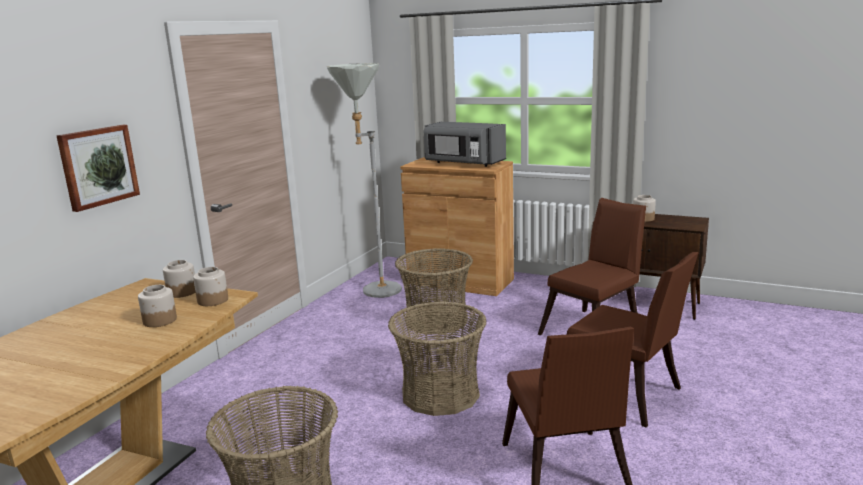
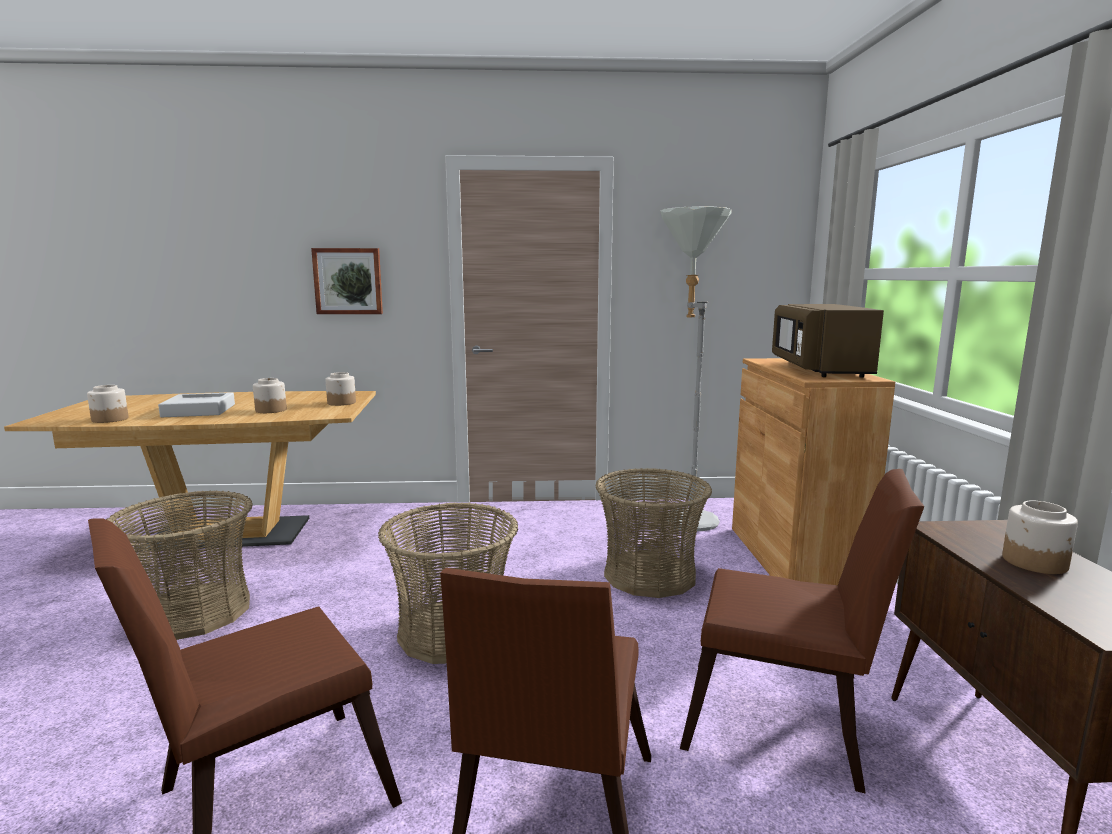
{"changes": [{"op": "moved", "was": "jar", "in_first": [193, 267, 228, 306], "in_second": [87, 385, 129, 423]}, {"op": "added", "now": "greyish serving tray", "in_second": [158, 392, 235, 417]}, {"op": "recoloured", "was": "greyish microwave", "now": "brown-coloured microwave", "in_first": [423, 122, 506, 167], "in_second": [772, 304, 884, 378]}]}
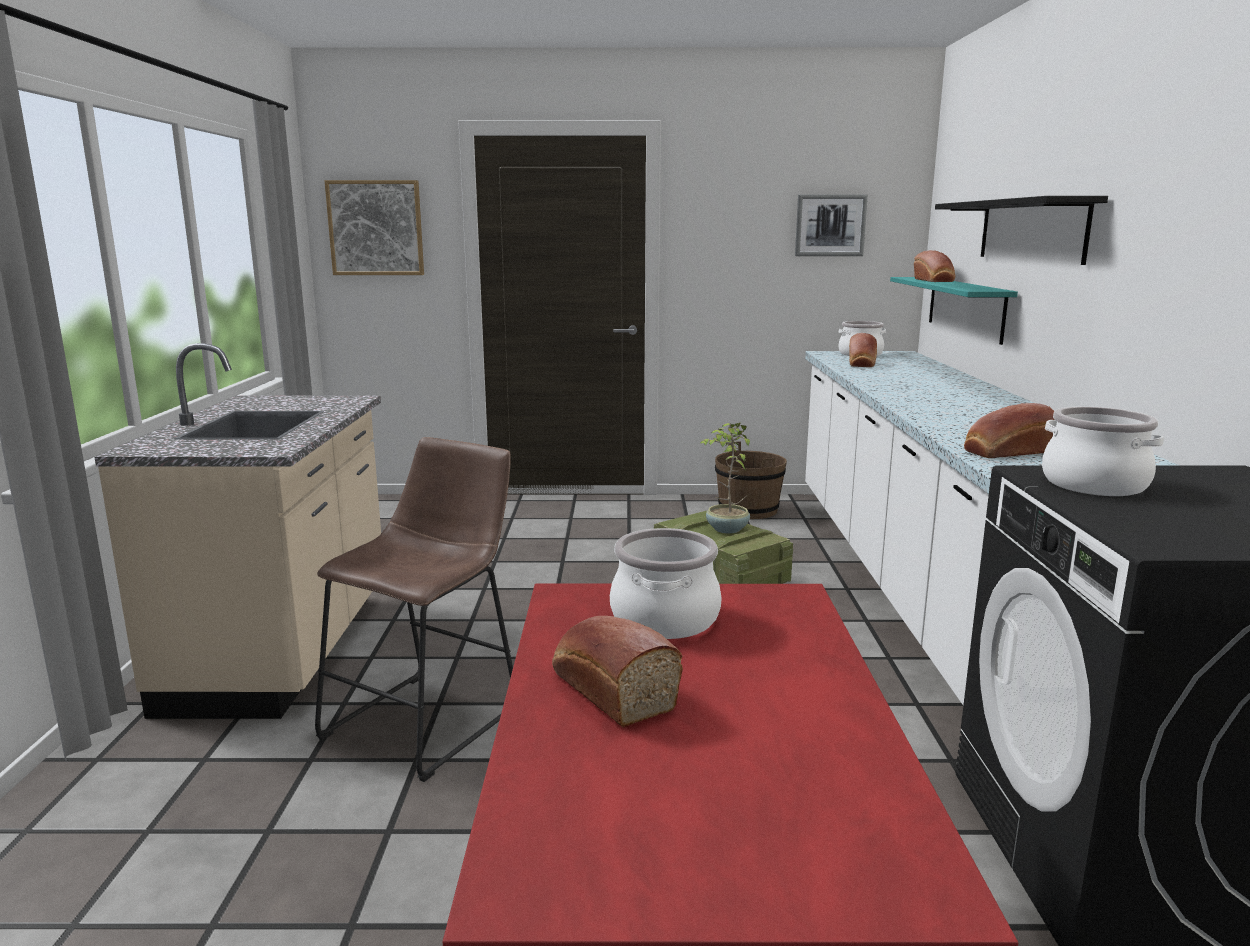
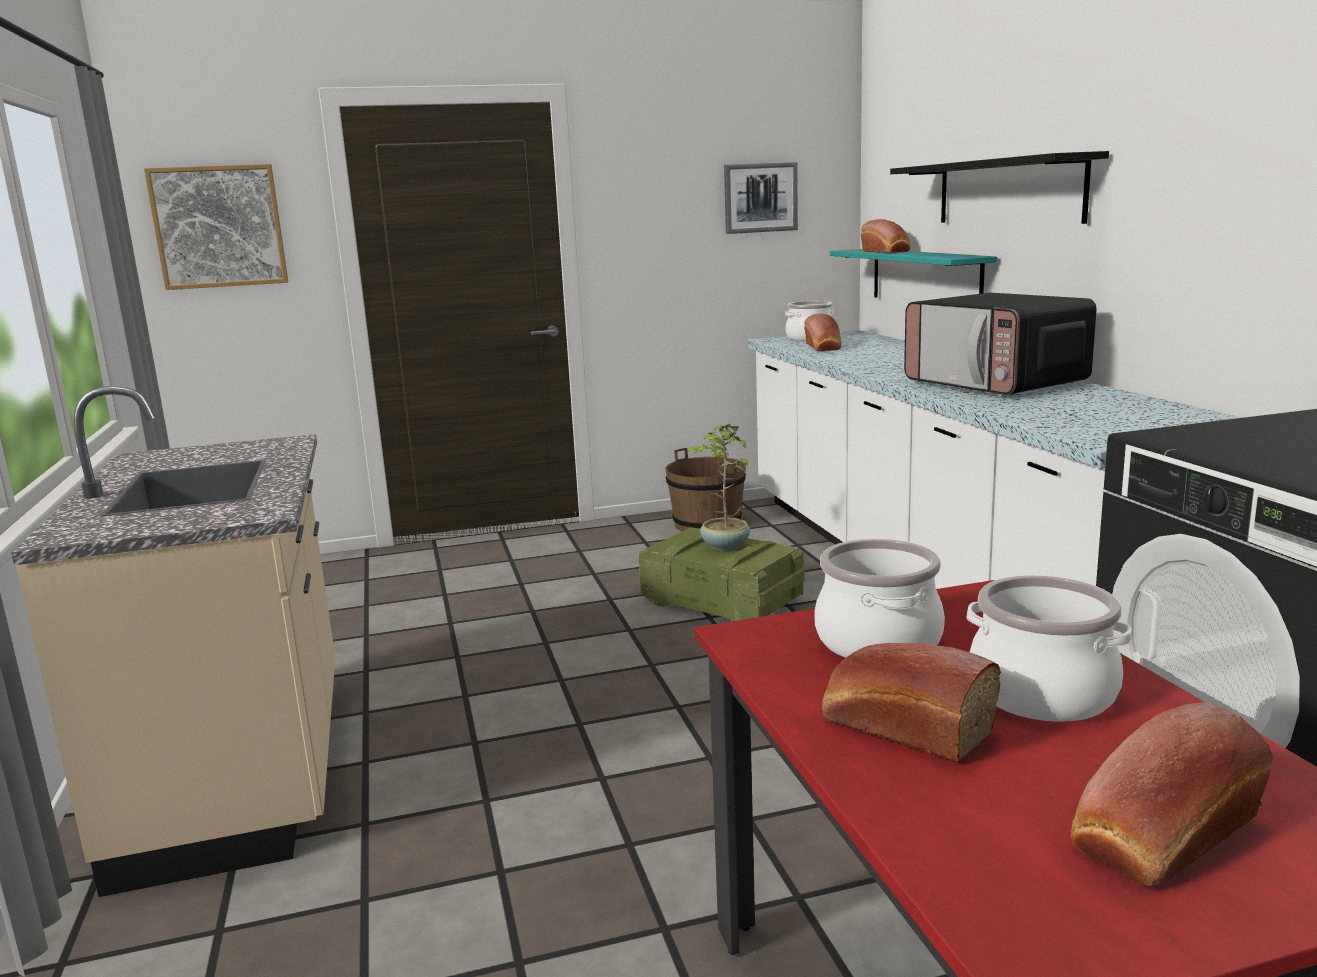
{"changes": [{"op": "added", "now": "microwave", "in_second": [904, 293, 1096, 395]}, {"op": "moved", "was": "stockpot", "in_first": [1042, 406, 1164, 496], "in_second": [966, 575, 1132, 722]}, {"op": "moved", "was": "bread", "in_first": [964, 403, 1054, 458], "in_second": [1071, 703, 1273, 887]}, {"op": "removed", "was": "brown-coloured sitting stool", "in_first": [315, 437, 513, 782]}]}
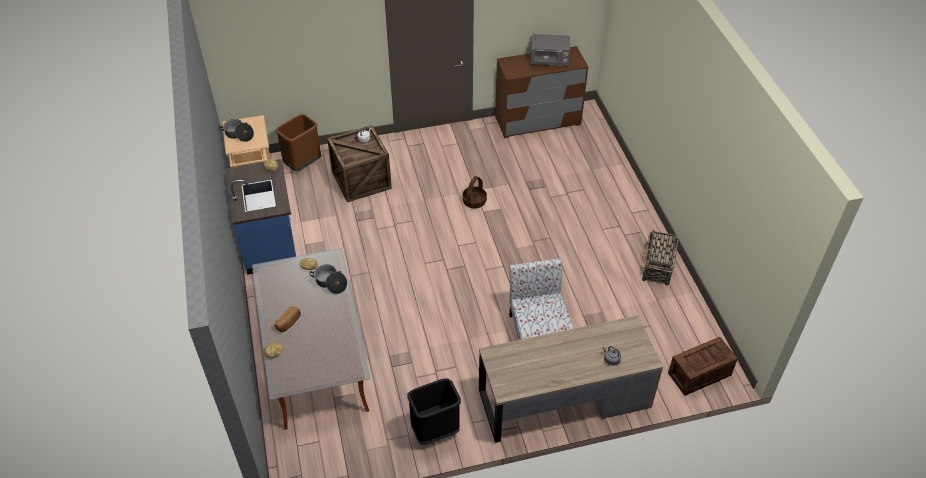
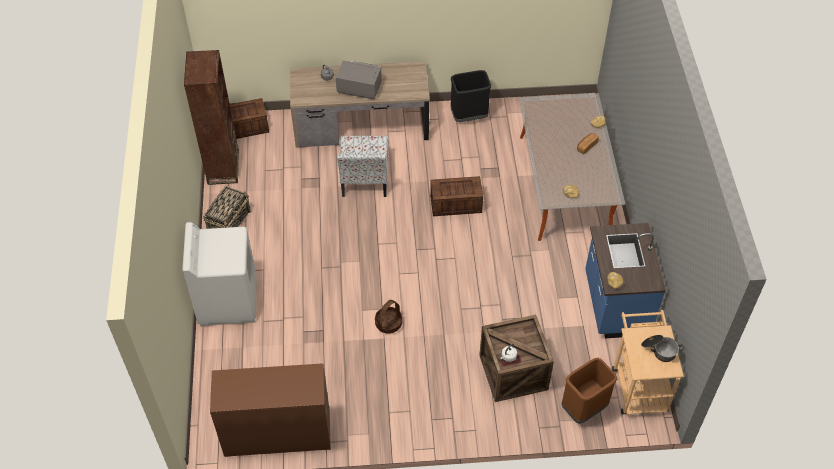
{"changes": [{"op": "added", "now": "white-coloured laundry appliance", "in_second": [182, 222, 257, 326]}, {"op": "added", "now": "brown-coloured shelving unit", "in_second": [184, 50, 239, 185]}, {"op": "moved", "was": "greyish microwave", "in_first": [531, 34, 570, 66], "in_second": [336, 60, 382, 99]}, {"op": "added", "now": "crate", "in_second": [430, 176, 483, 216]}, {"op": "removed", "was": "stockpot", "in_first": [309, 264, 347, 294]}]}
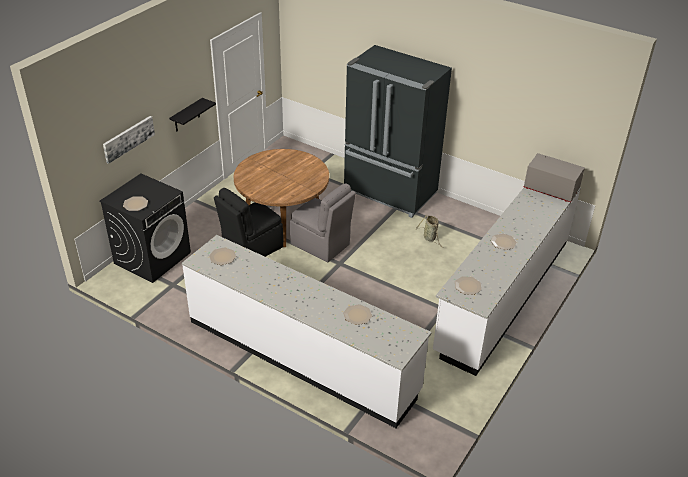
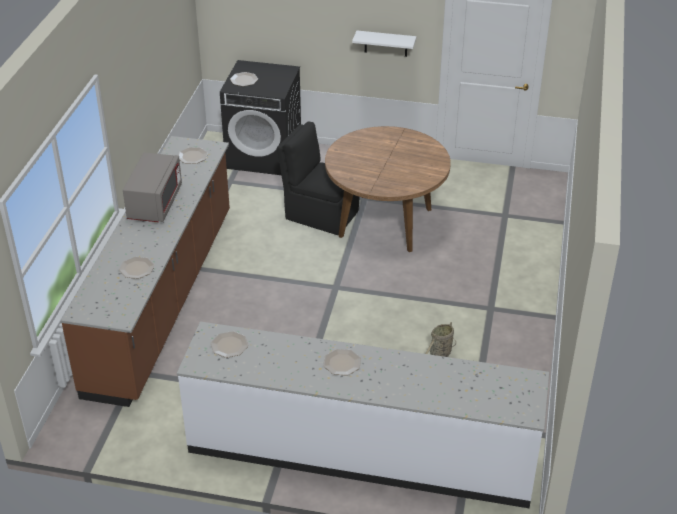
{"changes": [{"op": "recoloured", "was": "white-coloured kitchen base unit", "now": "brown-coloured kitchen base unit", "in_first": [182, 235, 432, 428], "in_second": [61, 136, 230, 407]}, {"op": "moved", "was": "greyish microwave", "in_first": [524, 153, 585, 202], "in_second": [123, 153, 182, 222]}, {"op": "recoloured", "was": "black shelf", "now": "white-coloured shelf", "in_first": [169, 98, 216, 132], "in_second": [352, 31, 416, 57]}, {"op": "removed", "was": "picture", "in_first": [103, 116, 155, 164]}, {"op": "removed", "was": "greyish plain chair", "in_first": [290, 183, 356, 262]}, {"op": "removed", "was": "black fridge", "in_first": [344, 45, 452, 218]}]}
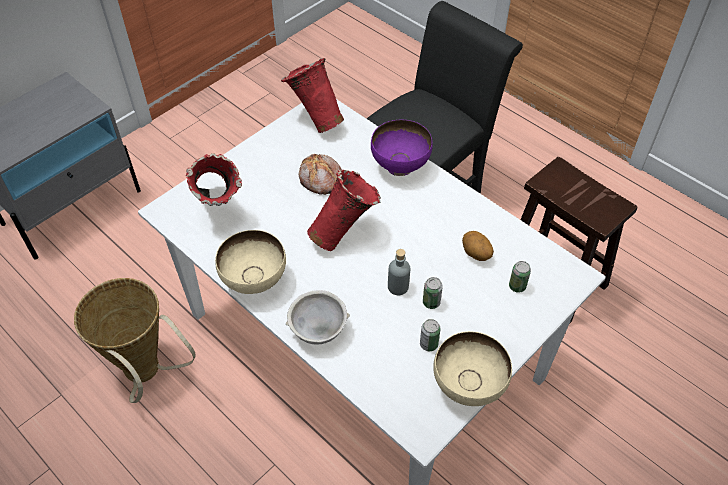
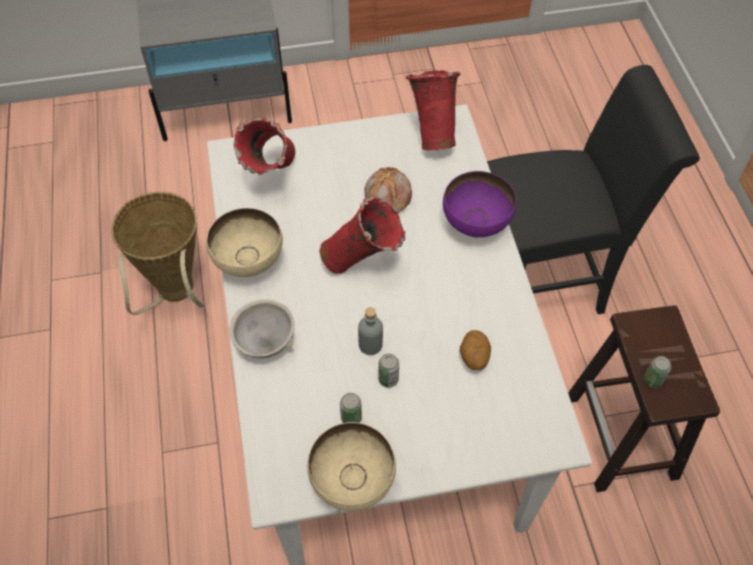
{"changes": [{"op": "moved", "was": "can", "in_first": [509, 261, 531, 293], "in_second": [644, 356, 671, 388]}]}
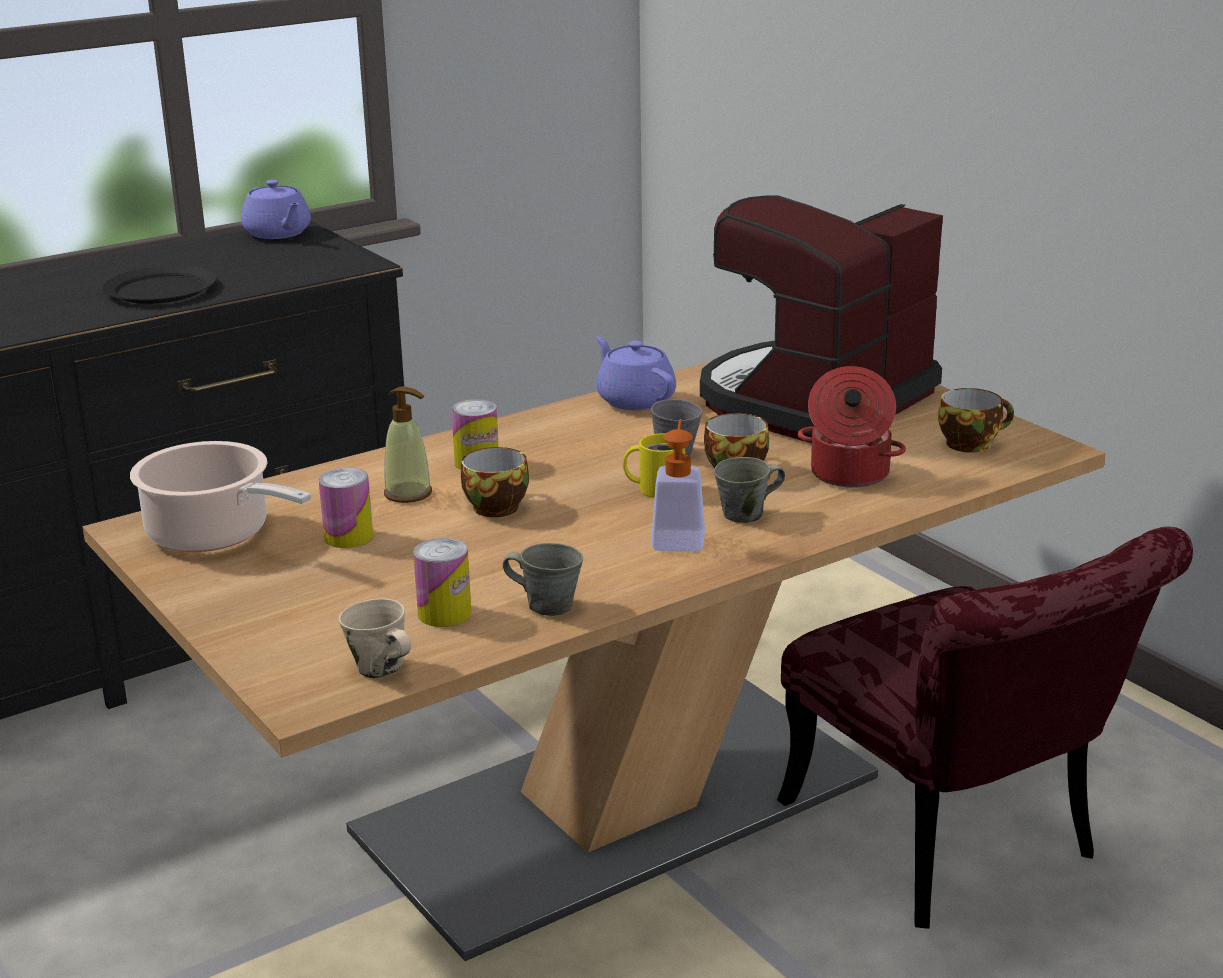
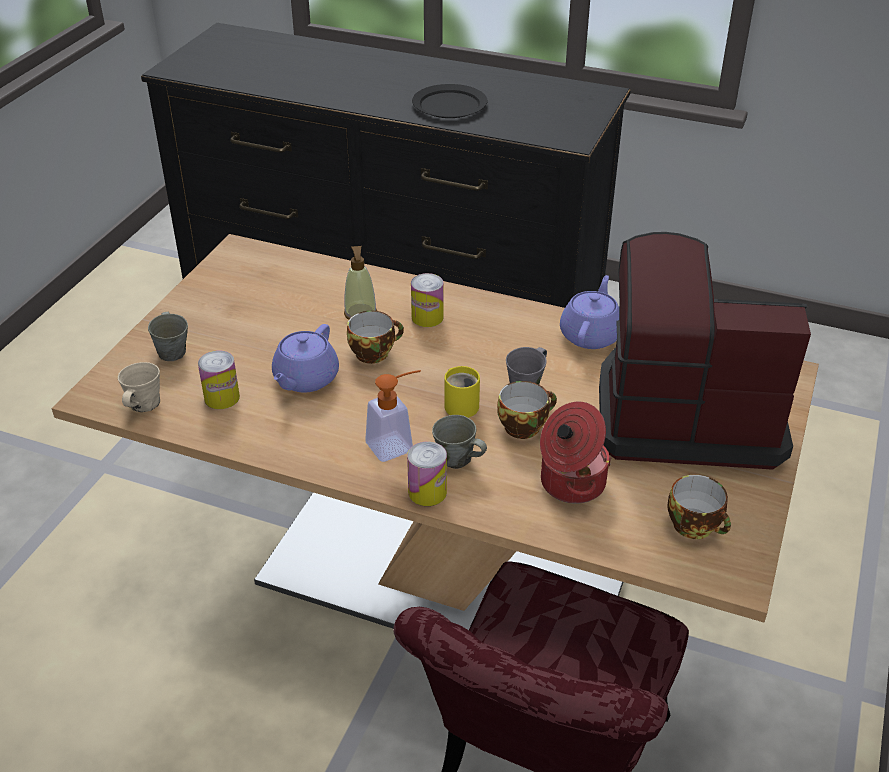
{"changes": [{"op": "moved", "was": "greyish coffee mug", "in_first": [503, 543, 583, 616], "in_second": [148, 312, 188, 361]}, {"op": "moved", "was": "purplish tea pot", "in_first": [241, 180, 311, 239], "in_second": [272, 324, 339, 393]}, {"op": "moved", "was": "can", "in_first": [319, 468, 373, 548], "in_second": [407, 442, 447, 506]}, {"op": "removed", "was": "stockpot", "in_first": [130, 441, 311, 552]}]}
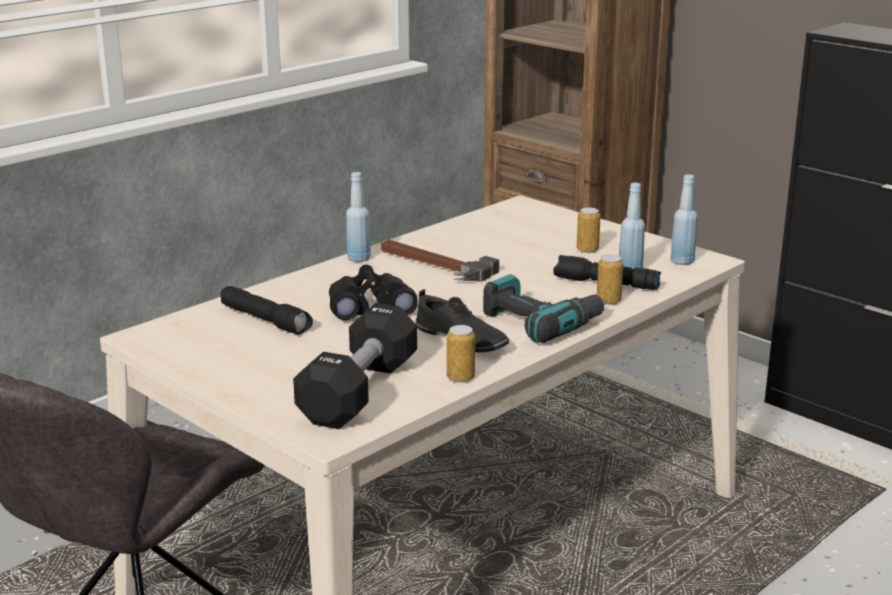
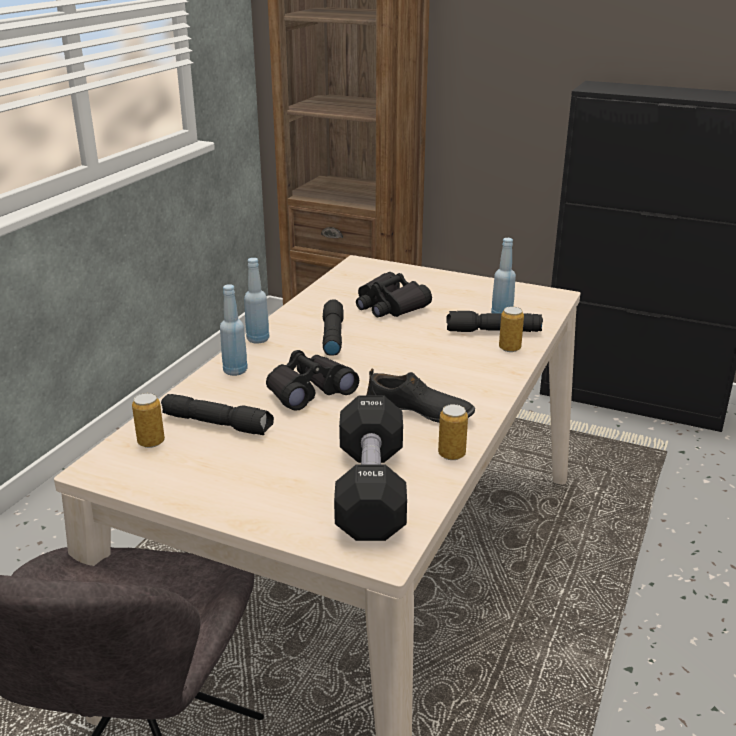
{"changes": [{"op": "moved", "was": "can", "in_first": [577, 207, 601, 253], "in_second": [132, 393, 165, 448]}, {"op": "moved", "was": "blue beverage bottle", "in_first": [670, 174, 698, 265], "in_second": [220, 284, 248, 376]}, {"op": "replaced", "was": "tool hammer", "now": "black flashlight", "in_first": [381, 240, 499, 282], "in_second": [323, 299, 344, 356]}, {"op": "added", "now": "black pair of binoculars", "in_second": [356, 272, 432, 317]}, {"op": "removed", "was": "electric drill", "in_first": [483, 274, 607, 343]}]}
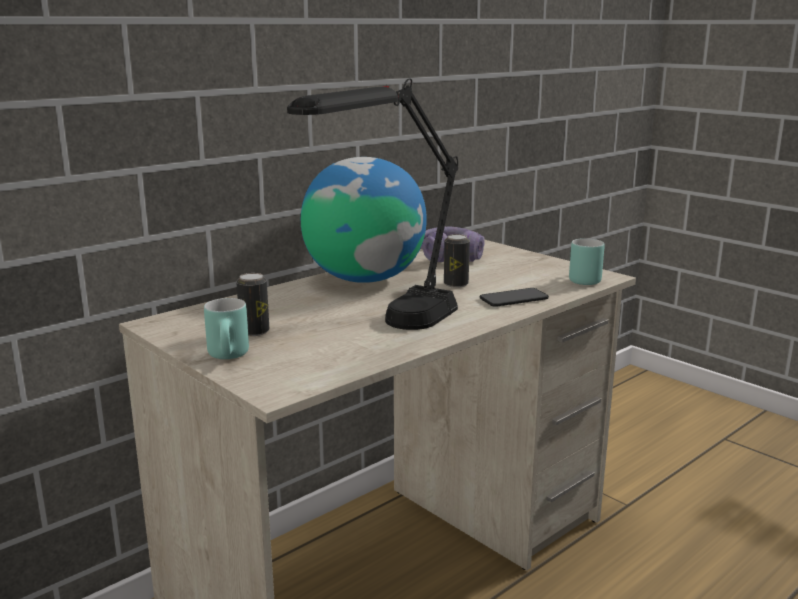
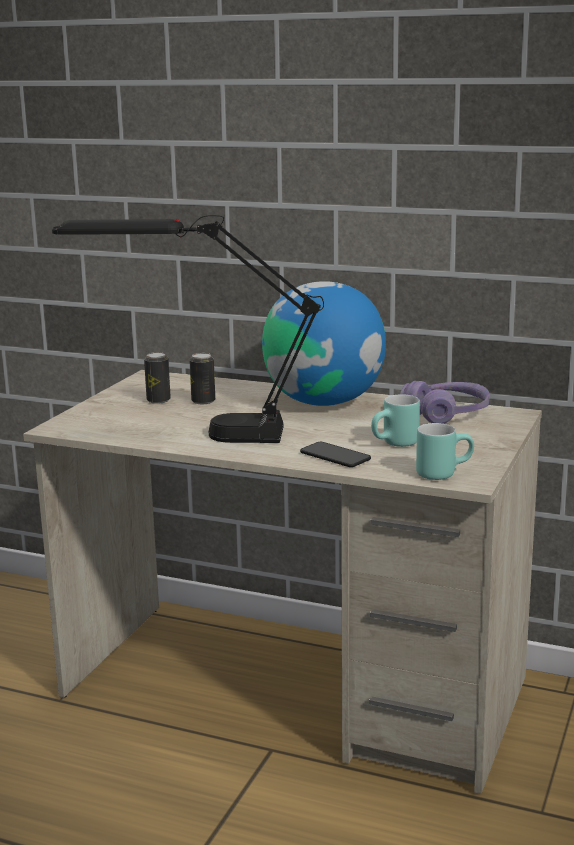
{"changes": [{"op": "moved", "was": "can", "in_first": [444, 234, 470, 288], "in_second": [189, 353, 215, 404]}, {"op": "moved", "was": "turquoise-coloured coffee mug", "in_first": [204, 298, 249, 359], "in_second": [371, 394, 420, 447]}]}
